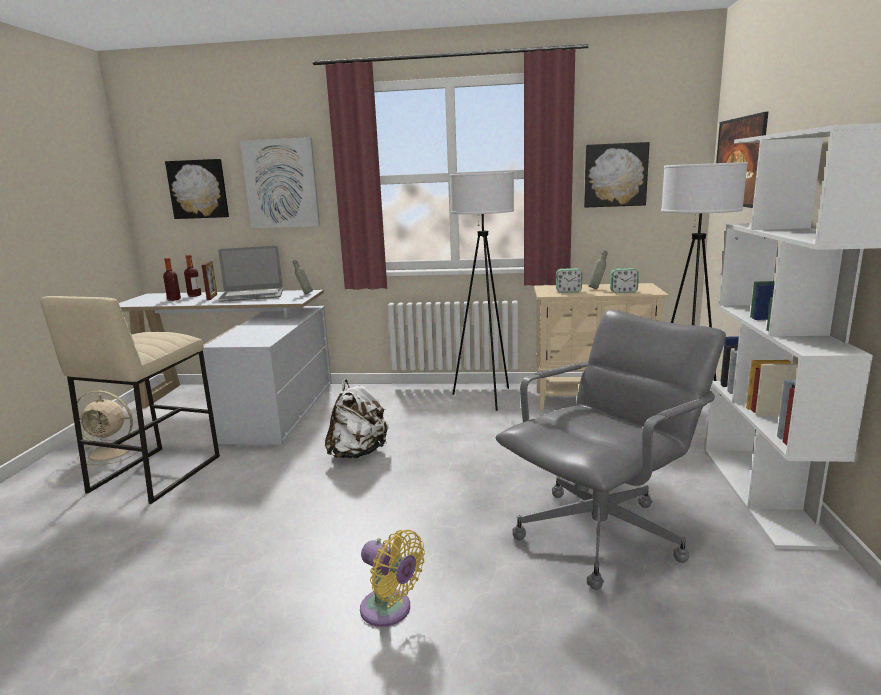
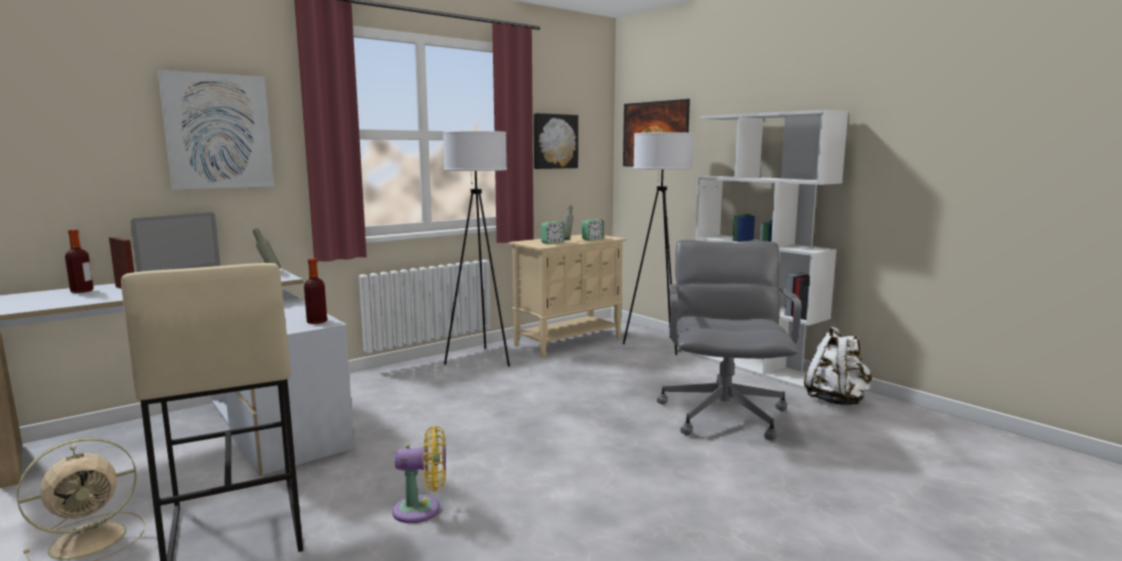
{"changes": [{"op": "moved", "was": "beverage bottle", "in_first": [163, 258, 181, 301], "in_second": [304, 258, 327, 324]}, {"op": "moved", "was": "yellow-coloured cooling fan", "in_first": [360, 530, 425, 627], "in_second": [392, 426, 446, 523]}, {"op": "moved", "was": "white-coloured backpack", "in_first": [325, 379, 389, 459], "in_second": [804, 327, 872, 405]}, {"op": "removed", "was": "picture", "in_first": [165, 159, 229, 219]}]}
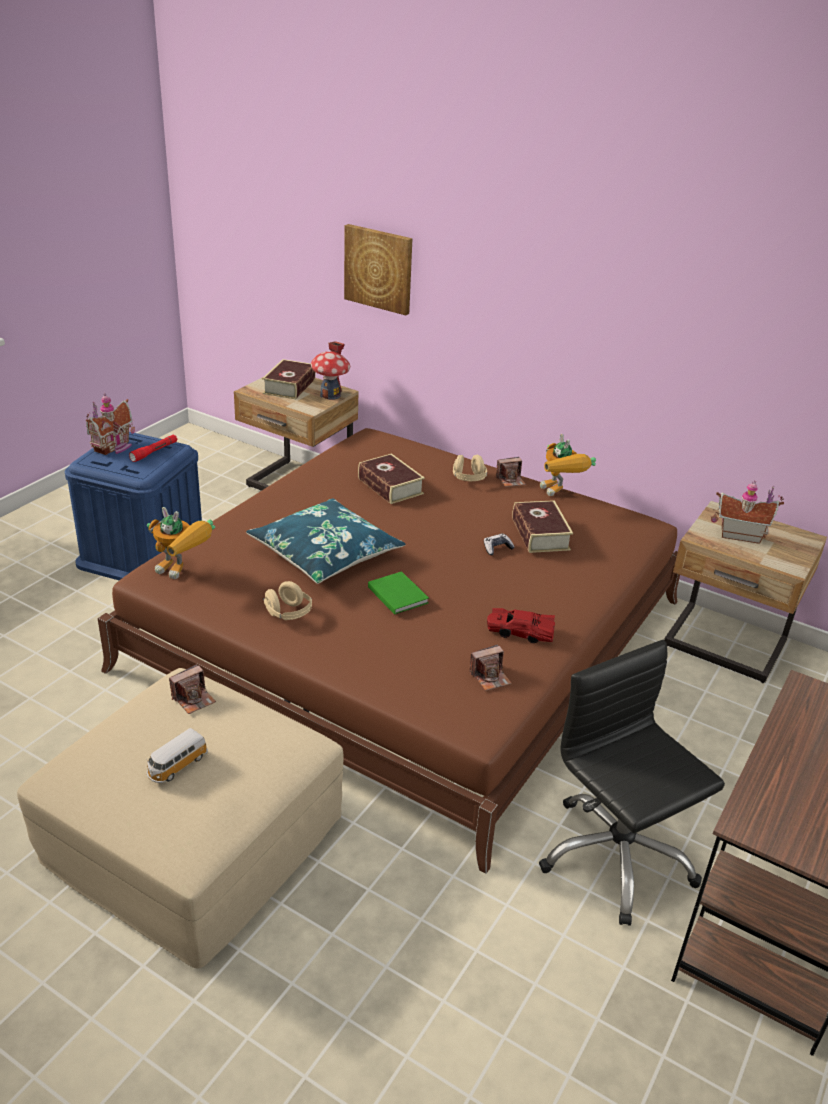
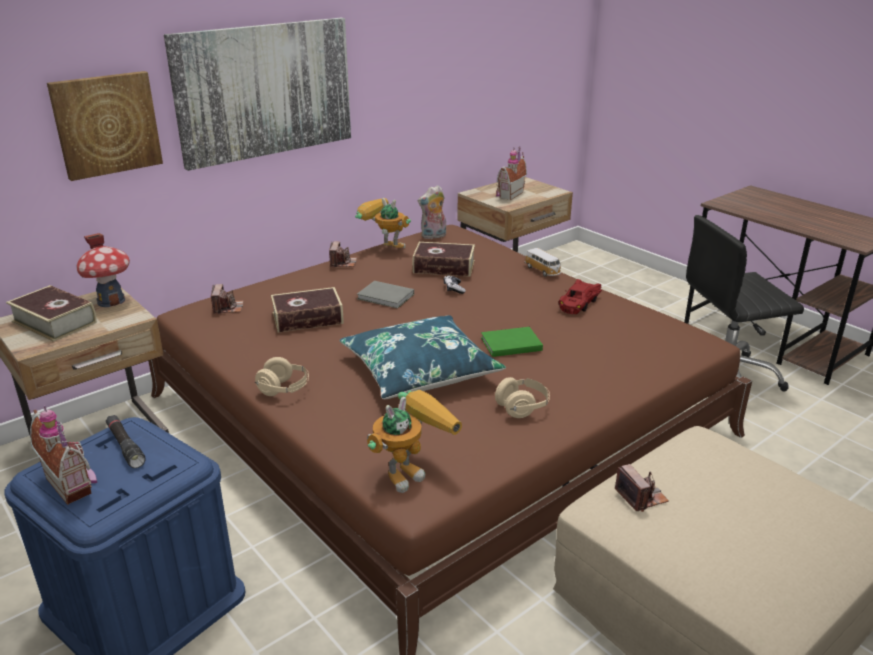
{"changes": [{"op": "recoloured", "was": "red flashlight", "now": "black flashlight", "in_first": [129, 434, 177, 462], "in_second": [106, 415, 146, 468]}, {"op": "added", "now": "picture", "in_second": [164, 18, 351, 171]}, {"op": "moved", "was": "photo camera", "in_first": [470, 644, 512, 691], "in_second": [211, 284, 244, 314]}, {"op": "moved", "was": "beige headset", "in_first": [453, 455, 487, 481], "in_second": [255, 357, 309, 396]}, {"op": "turned", "was": "robot figure", "in_first": [540, 434, 596, 496], "in_second": [355, 198, 411, 248], "clockwise": -150}, {"op": "added", "now": "greyish book", "in_second": [357, 281, 414, 309]}, {"op": "added", "now": "plush toy", "in_second": [418, 185, 446, 239]}, {"op": "moved", "was": "miniature car", "in_first": [146, 728, 208, 783], "in_second": [525, 248, 562, 277]}]}
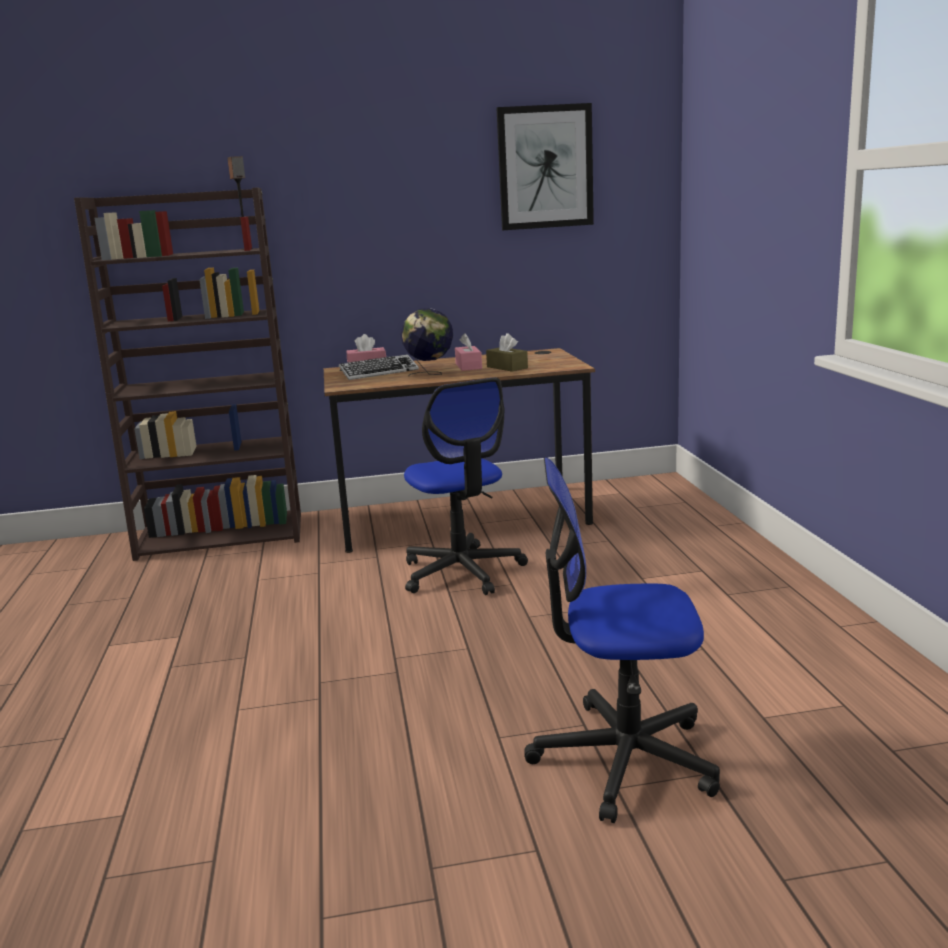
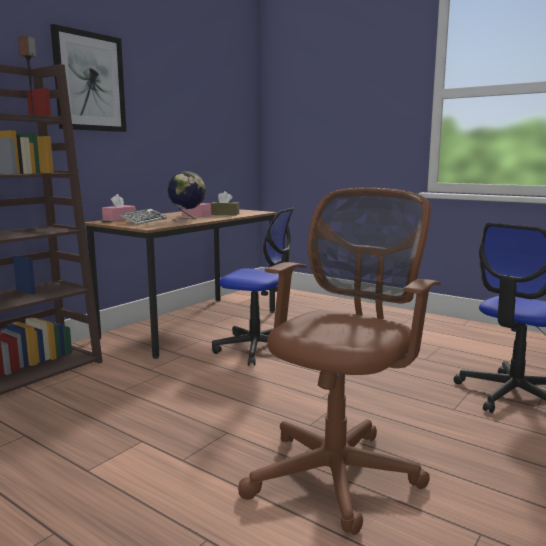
{"changes": [{"op": "moved", "was": "picture", "in_first": [496, 103, 594, 230], "in_second": [50, 24, 127, 132]}, {"op": "added", "now": "brown-coloured office chair", "in_second": [238, 188, 441, 535]}]}
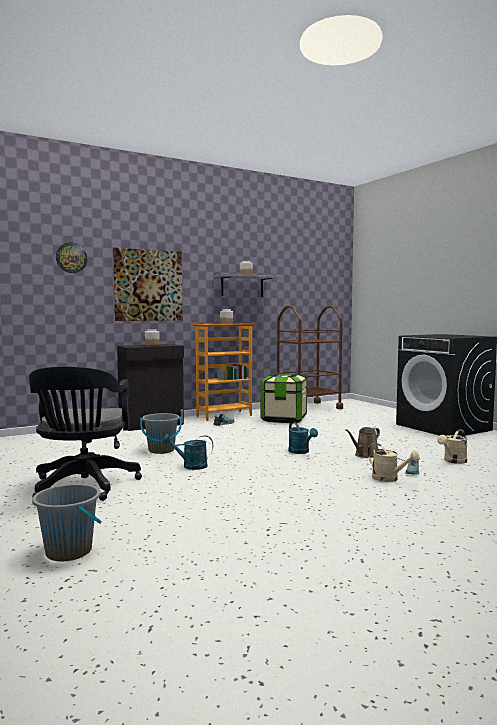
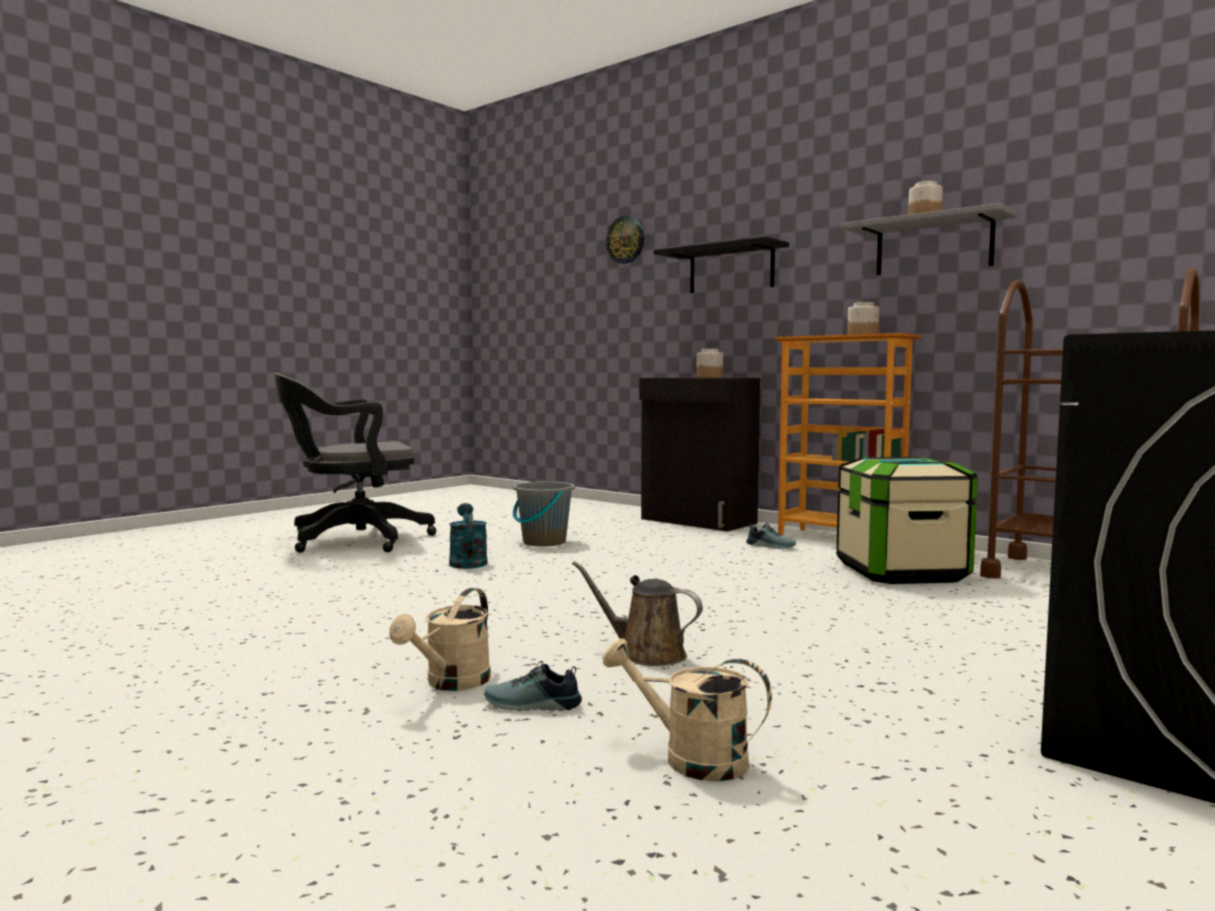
{"changes": [{"op": "replaced", "was": "picture", "now": "black shelf", "in_first": [113, 248, 182, 321], "in_second": [654, 236, 789, 293]}, {"op": "removed", "was": "greyish water bucket", "in_first": [32, 484, 102, 562]}, {"op": "removed", "was": "turquoise-coloured watering pot", "in_first": [288, 422, 318, 454]}]}
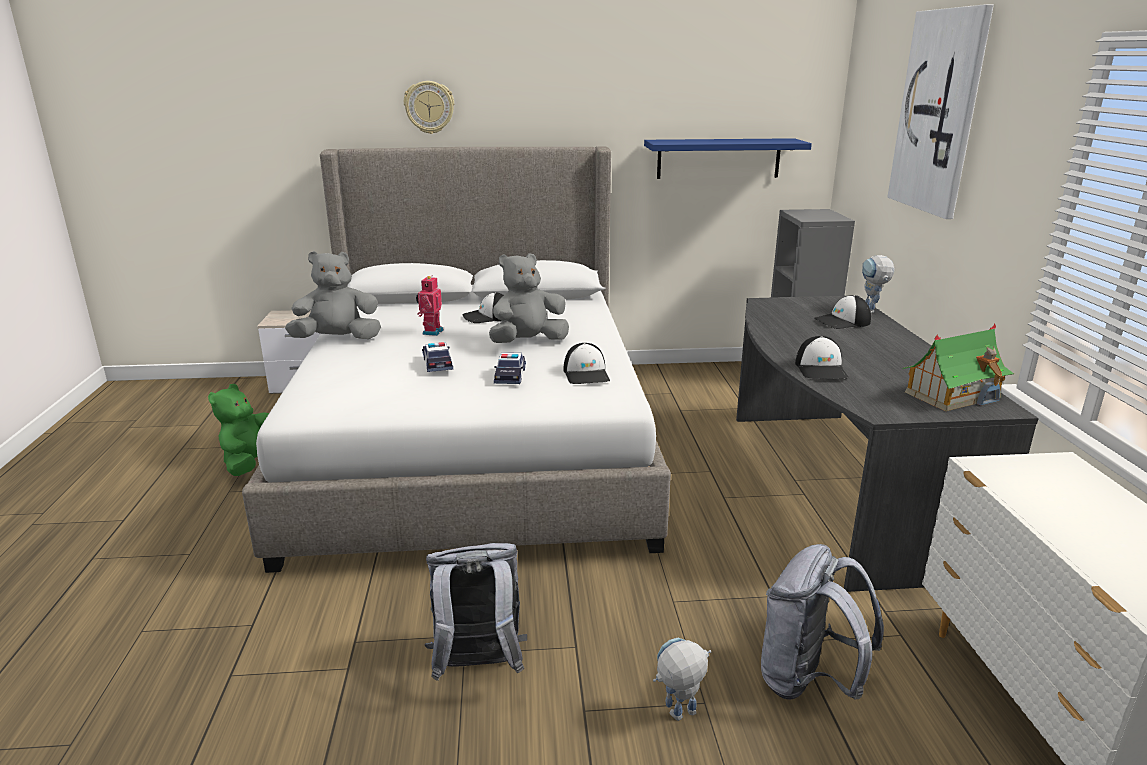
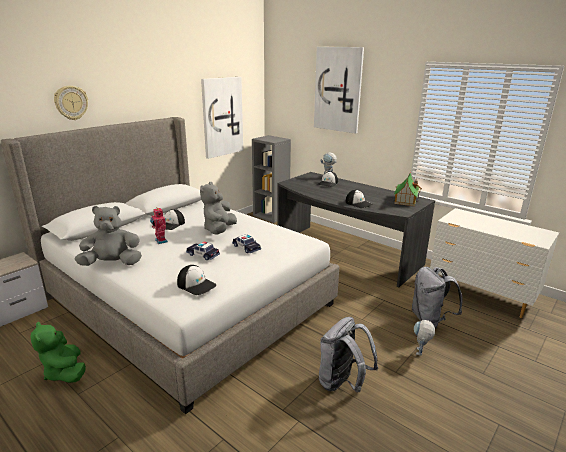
{"changes": [{"op": "turned", "was": "greyish plush toy", "in_first": [285, 251, 381, 339], "in_second": [75, 206, 142, 266], "clockwise": 45}, {"op": "moved", "was": "baseball cap", "in_first": [563, 343, 610, 384], "in_second": [177, 265, 216, 295]}, {"op": "replaced", "was": "blue shelf", "now": "picture", "in_first": [644, 138, 812, 179], "in_second": [201, 77, 243, 159]}]}
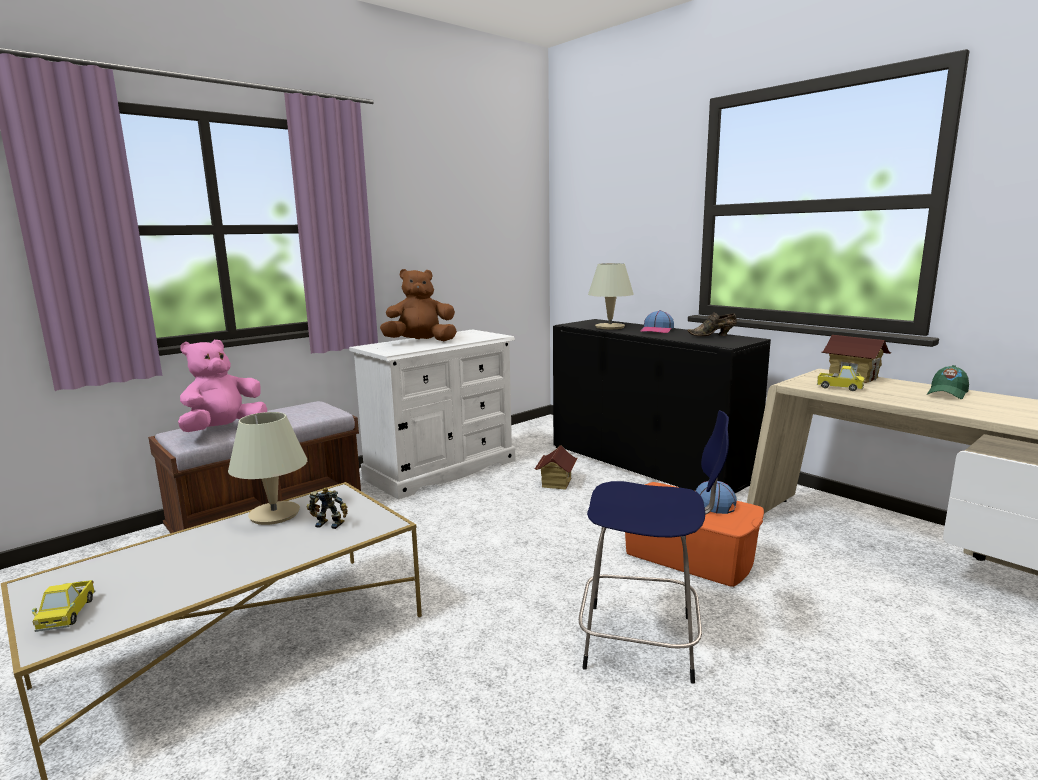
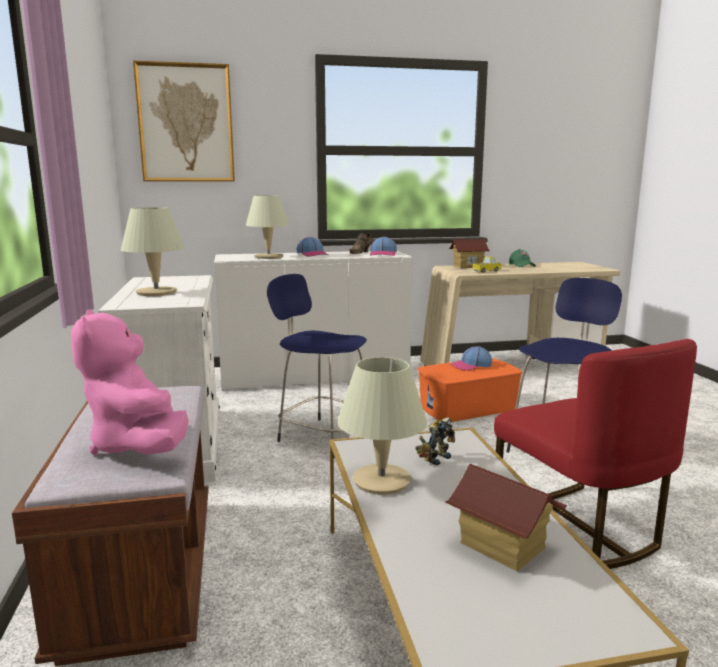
{"changes": [{"op": "replaced", "was": "brown-coloured plush toy", "now": "beige table lamp", "in_first": [380, 269, 457, 341], "in_second": [121, 207, 184, 296]}, {"op": "added", "now": "picture", "in_second": [133, 60, 235, 182]}, {"op": "recoloured", "was": "black cupboard", "now": "white-coloured cupboard", "in_first": [553, 319, 771, 493], "in_second": [214, 251, 413, 391]}, {"op": "added", "now": "blue sitting stool", "in_second": [267, 274, 367, 458]}, {"op": "added", "now": "baseball cap", "in_second": [370, 236, 397, 256]}, {"op": "moved", "was": "miniature house", "in_first": [535, 445, 577, 490], "in_second": [445, 464, 567, 572]}, {"op": "added", "now": "red plain chair", "in_second": [494, 339, 697, 569]}, {"op": "removed", "was": "toy lorry", "in_first": [32, 580, 96, 632]}]}
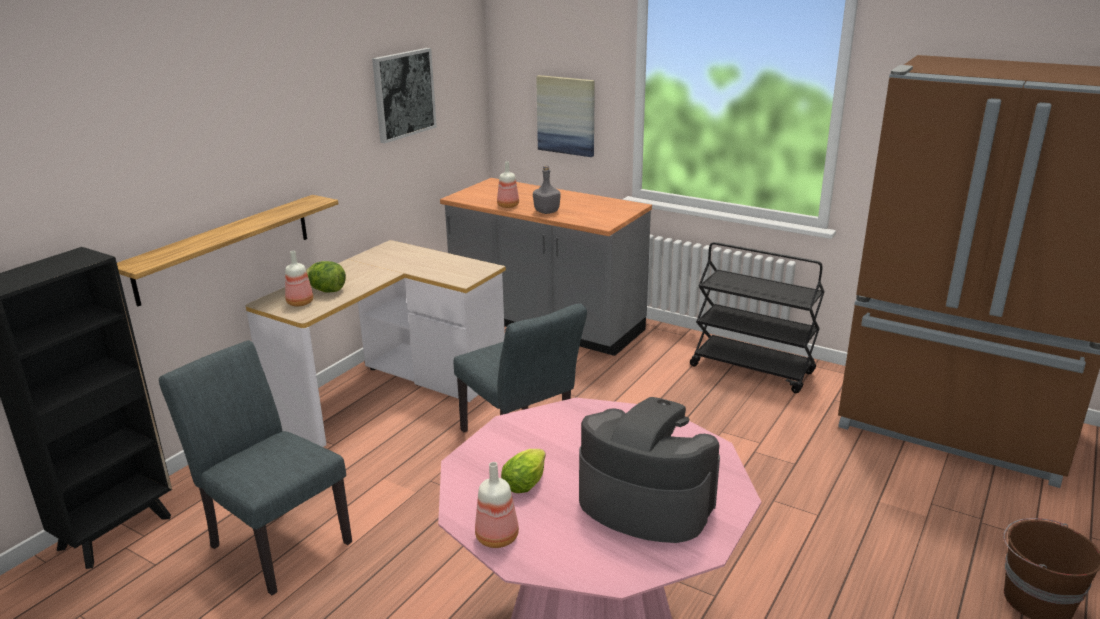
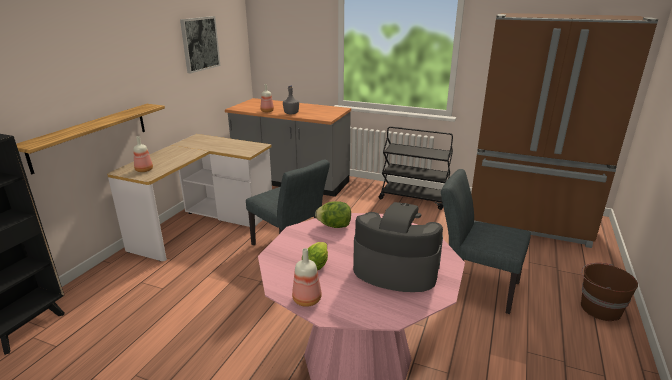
{"changes": [{"op": "moved", "was": "head of lettuce", "in_first": [306, 261, 346, 293], "in_second": [315, 201, 351, 228]}, {"op": "moved", "was": "greyish plain chair", "in_first": [159, 340, 352, 596], "in_second": [441, 169, 531, 314]}, {"op": "removed", "was": "picture", "in_first": [536, 75, 595, 157]}]}
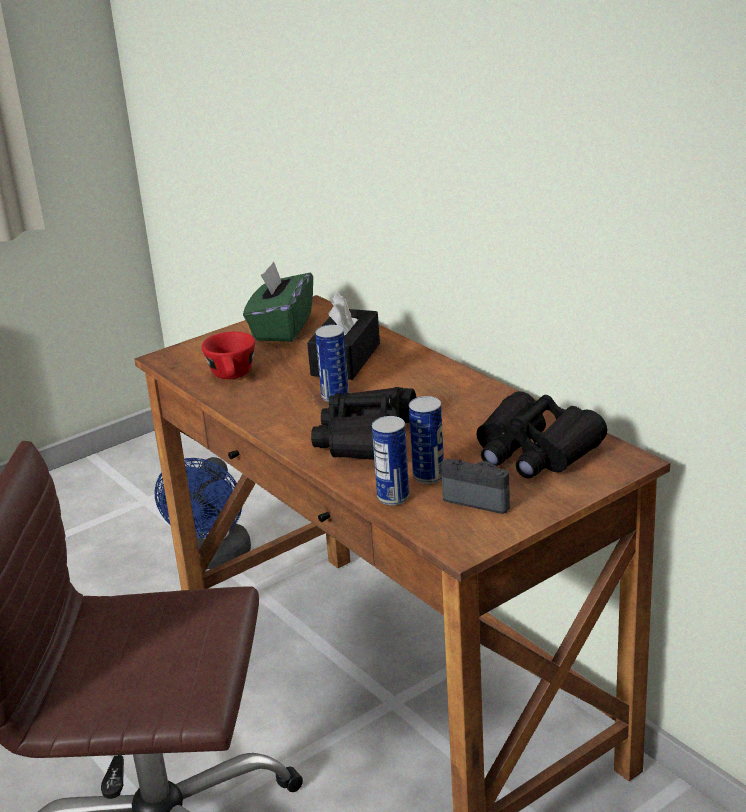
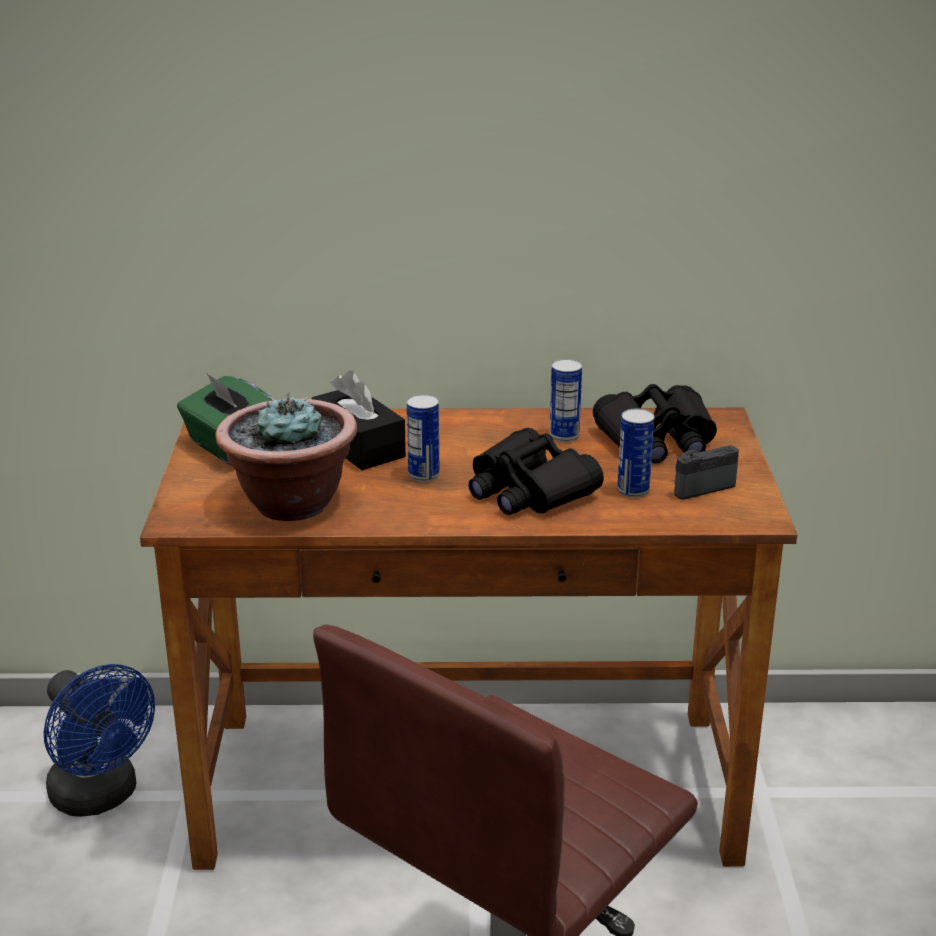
{"changes": [{"op": "replaced", "was": "red small cup", "now": "houseplant", "in_first": [202, 332, 255, 379], "in_second": [215, 393, 357, 521]}, {"op": "moved", "was": "can", "in_first": [372, 416, 409, 505], "in_second": [550, 359, 582, 442]}]}
